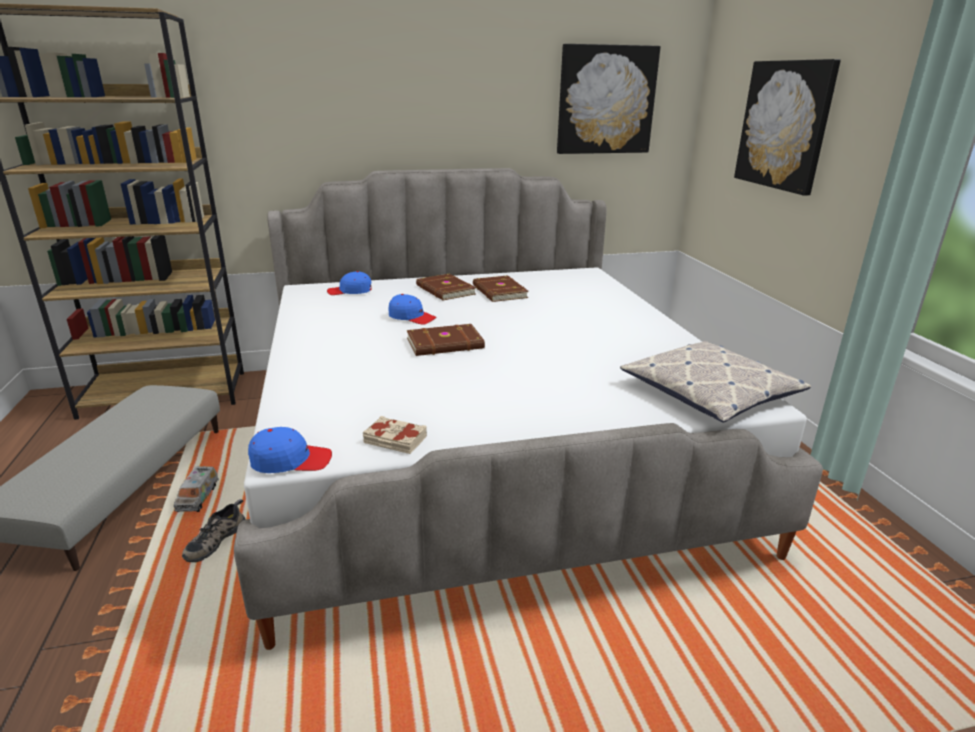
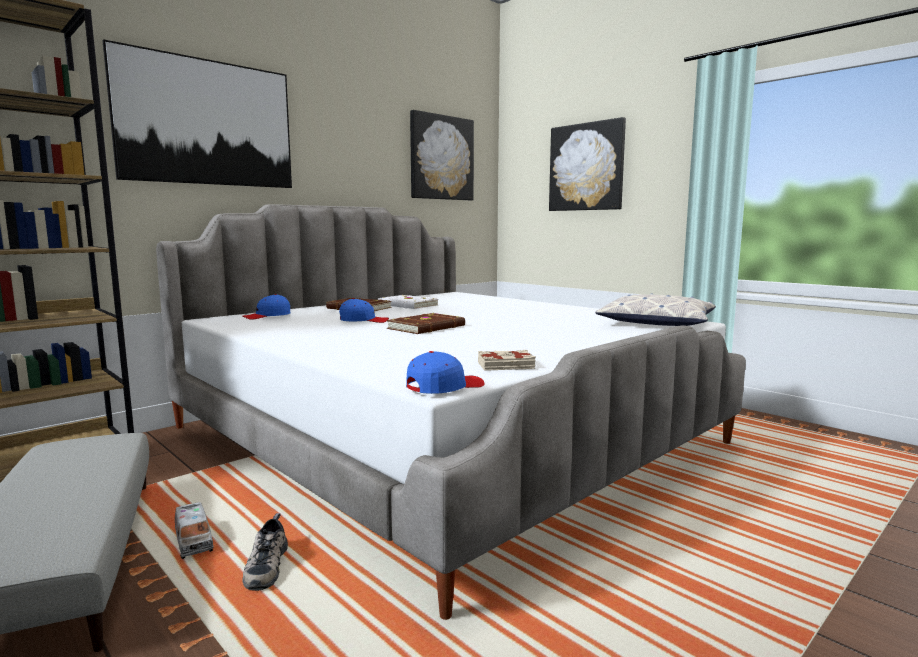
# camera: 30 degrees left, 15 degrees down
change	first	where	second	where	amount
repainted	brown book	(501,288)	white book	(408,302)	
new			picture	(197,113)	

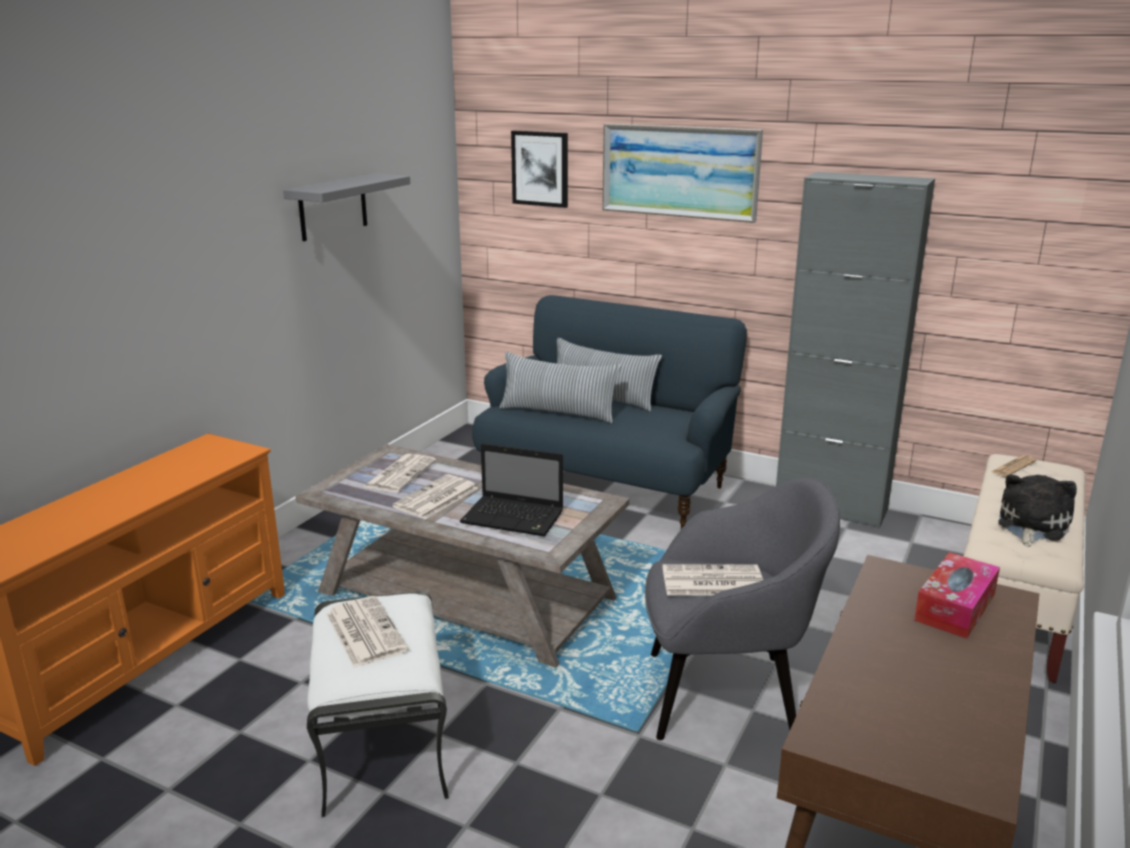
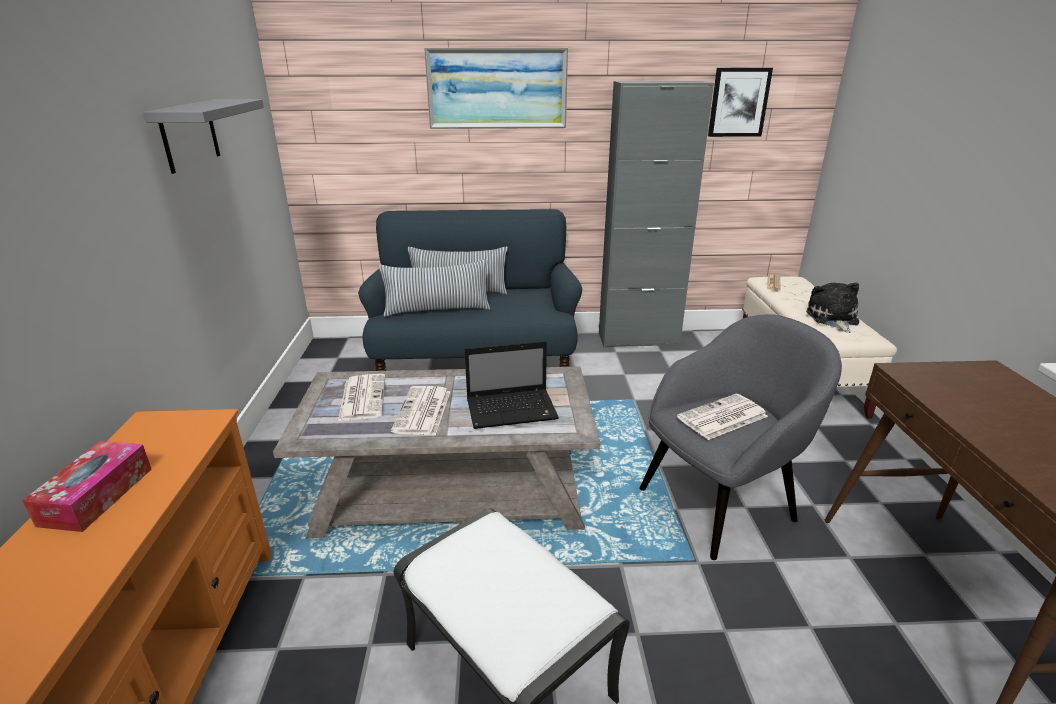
# camera: 30 degrees left, 5 degrees up
change	first	where	second	where	amount
gone	newspaper	(367,631)			
shifted	picture	(539,169)		(740,102)	
shifted	tissue box	(957,595)		(86,486)	

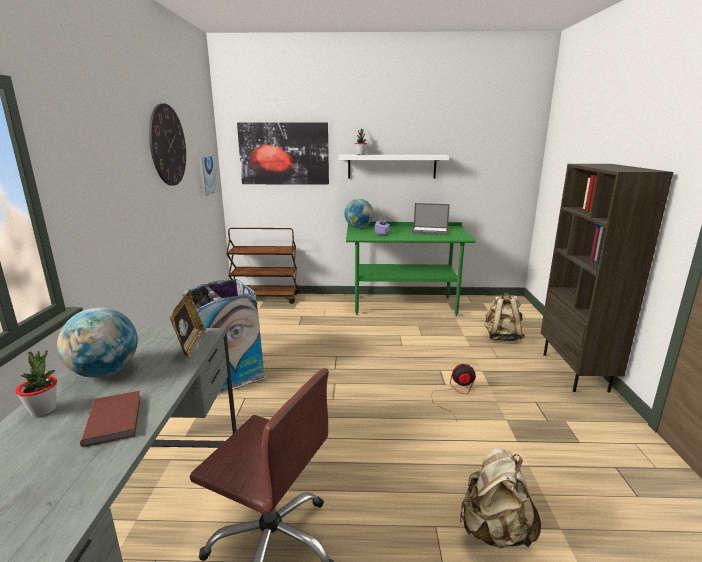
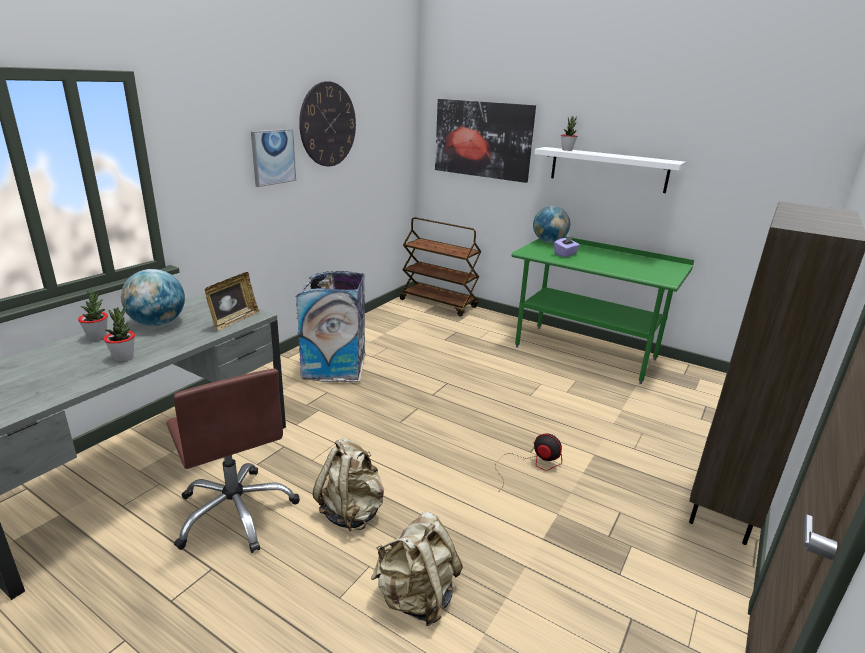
# camera: 30 degrees right, 5 degrees up
change	first	where	second	where	amount
swapped	brown book	(110,419)	potted plant	(119,333)	
shifted	picture	(208,175)		(273,158)	
gone	laptop	(430,219)			
shifted	beige backpack	(505,317)		(348,484)	

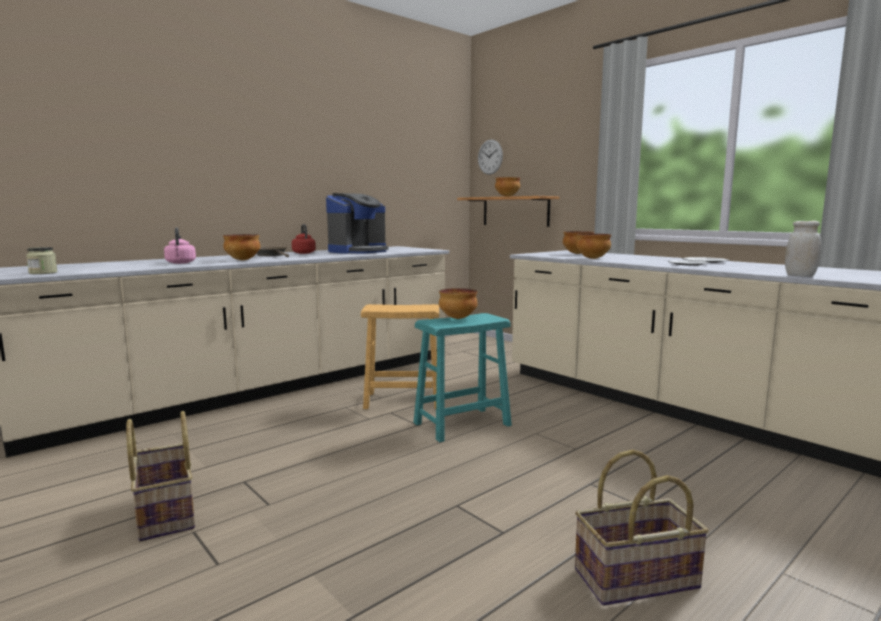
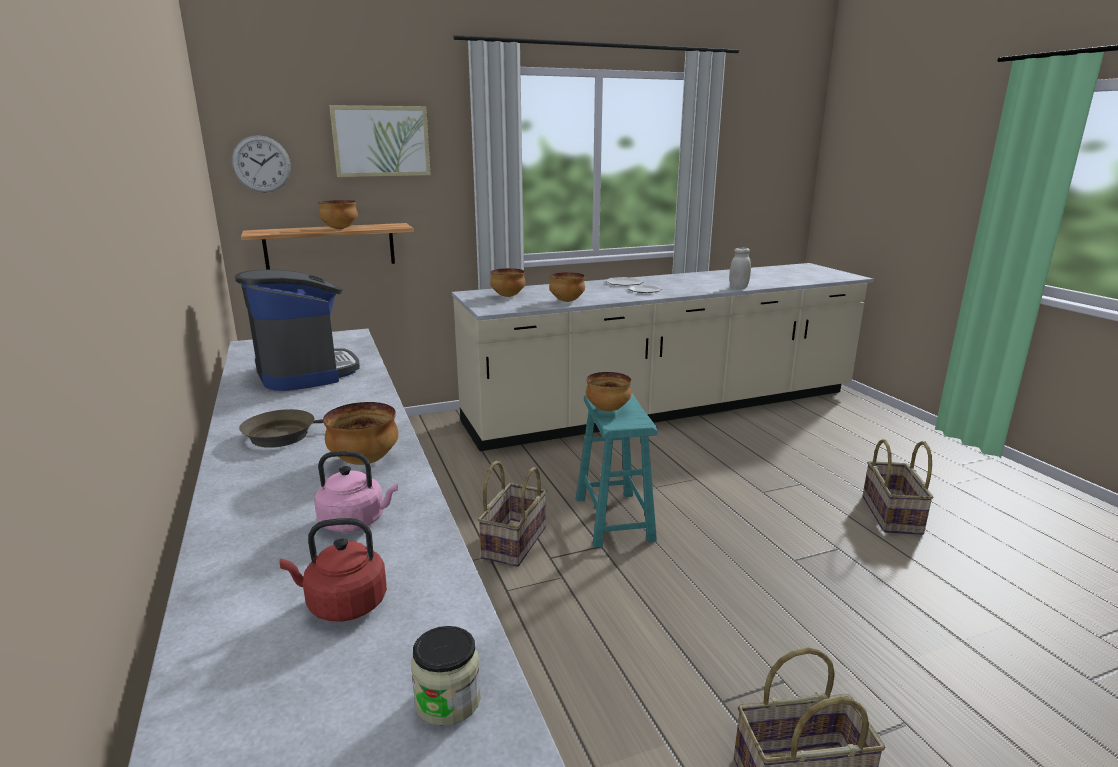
# camera: 70 degrees left, 10 degrees up
change	first	where	second	where	amount
shifted	red kettle	(304,239)		(333,570)	
swapped	brown stool	(400,356)	basket	(512,514)	
new			picture	(380,141)	

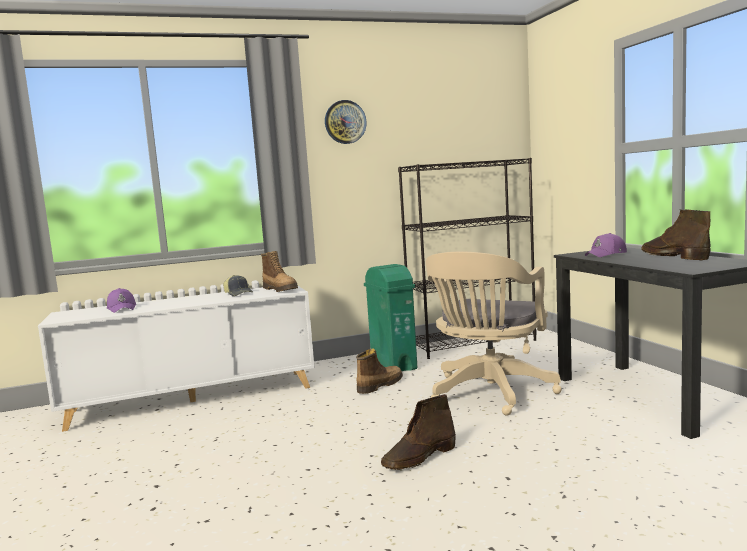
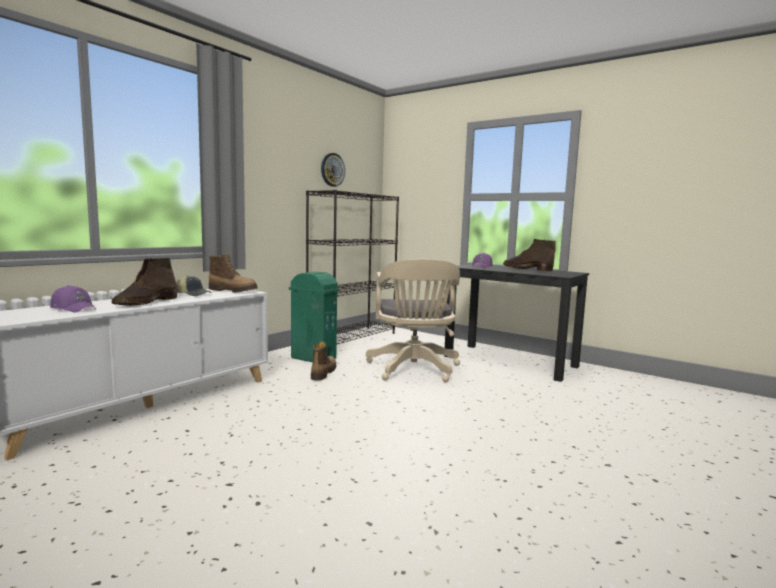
# camera: 35 degrees left, 0 degrees up
change	first	where	second	where	amount
shifted	wall clock	(346,122)		(333,170)	
shifted	brown boot	(418,432)		(144,282)	

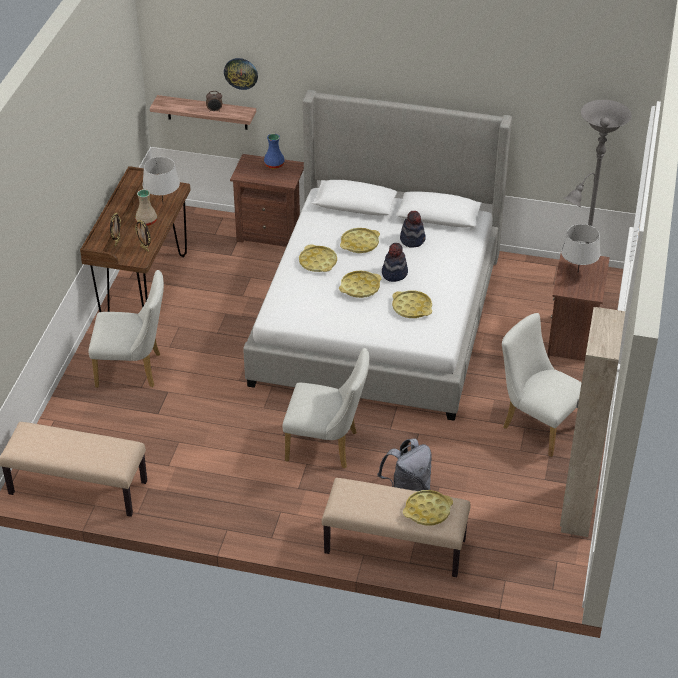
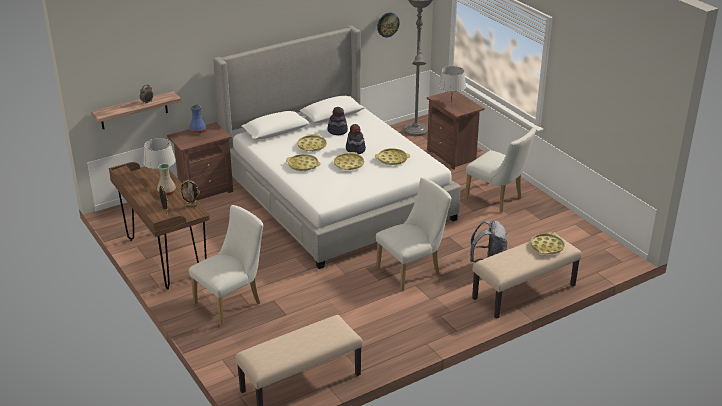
# camera: 45 degrees left, 10 degrees down
change	first	where	second	where	amount
shifted	wall clock	(241,74)		(388,25)	
rotated	white chair	(542,385)		(500,170)	135 degrees counterclockwise
gone	beige wardrobe	(592,422)			

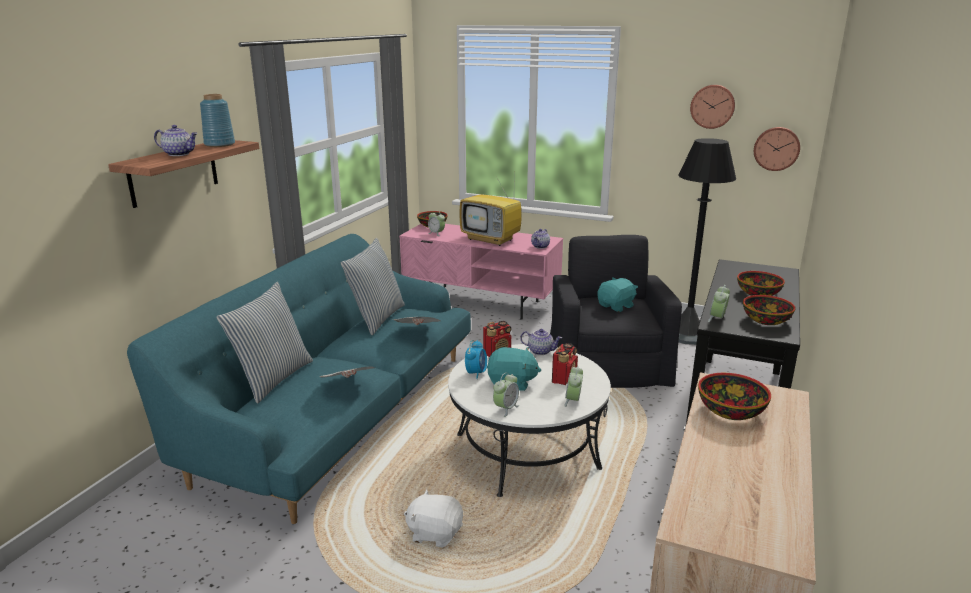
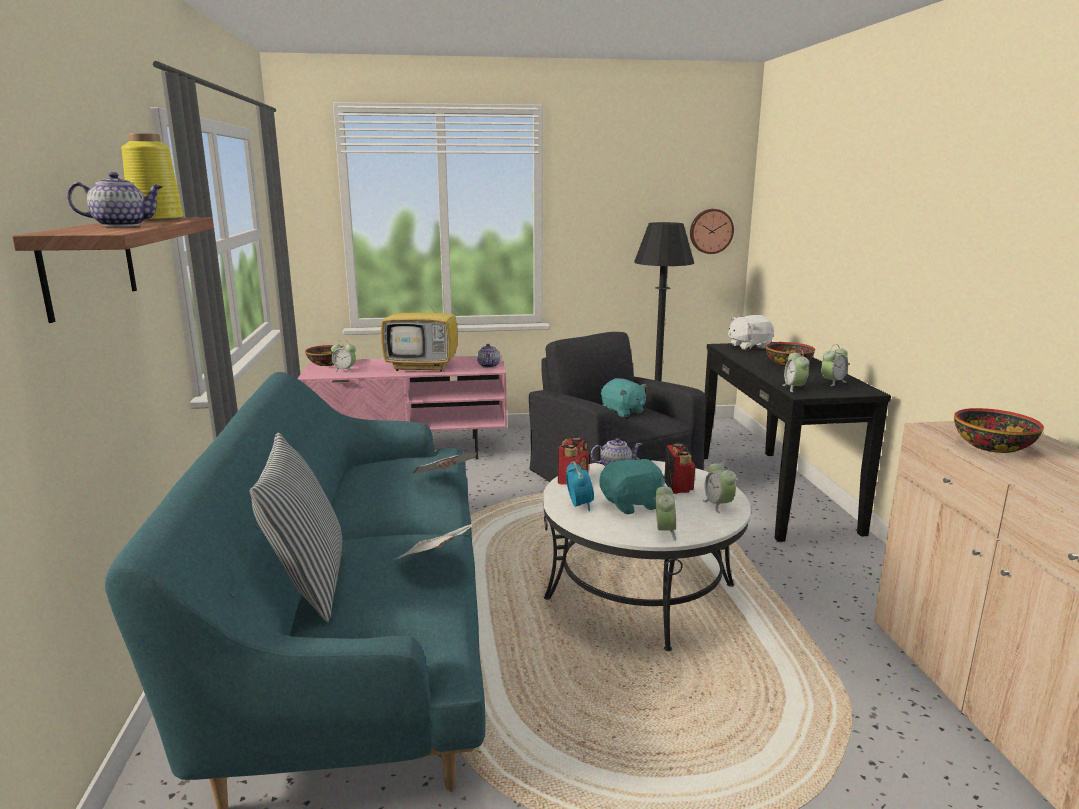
# camera: 30 degrees left, 5 degrees down
change	first	where	second	where	amount
repainted	blue vase	(217,120)	yellow vase	(152,177)	
gone	pillow	(373,286)			
shifted	white plush toy	(433,518)		(751,332)	
rotated	turquoise plush toy	(617,295)		(624,397)	120 degrees clockwise
gone	wall clock	(712,107)			
swapped	bowl	(769,310)	alarm clock	(834,365)	

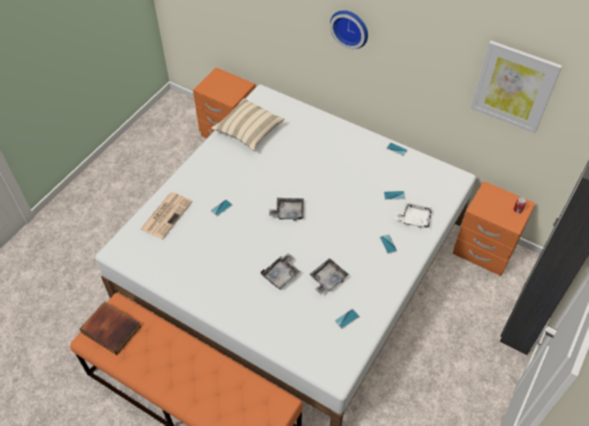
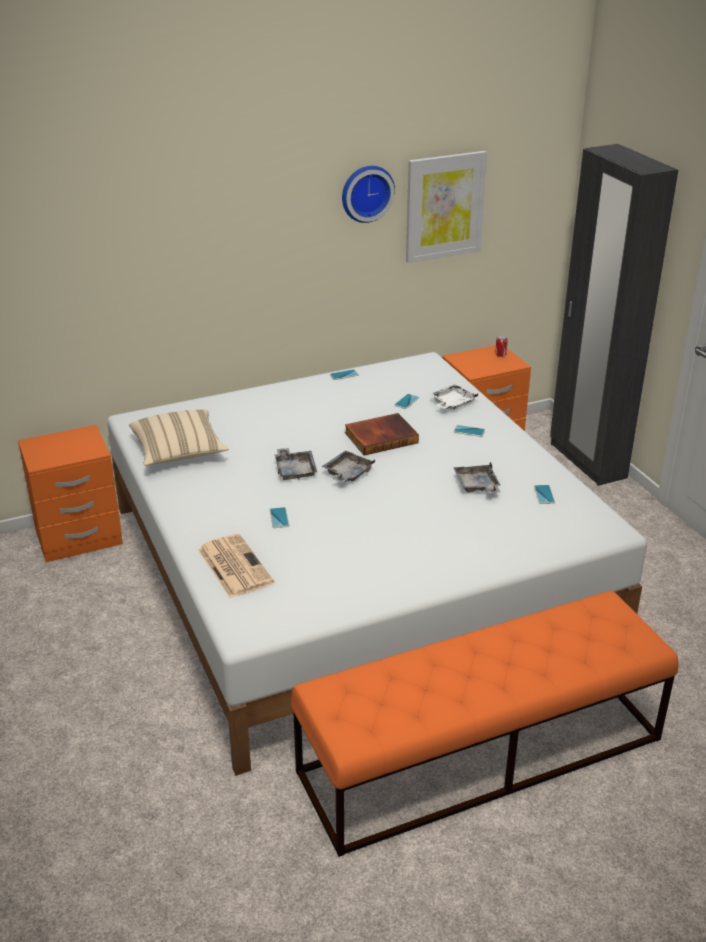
# camera: 55 degrees left, 20 degrees down
change	first	where	second	where	amount
shifted	book	(110,328)		(382,434)	
shifted	grey tray	(280,271)		(296,464)	
shifted	wall clock	(349,29)		(368,194)	

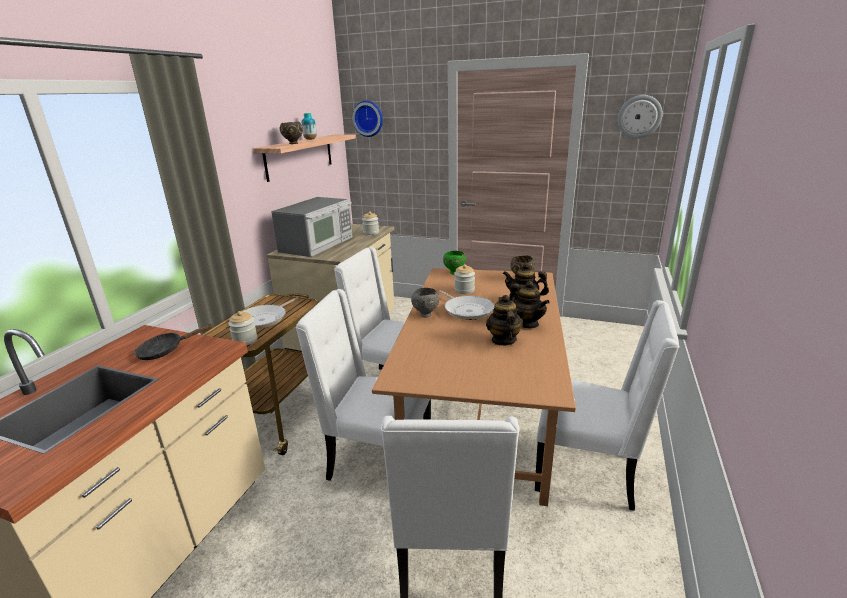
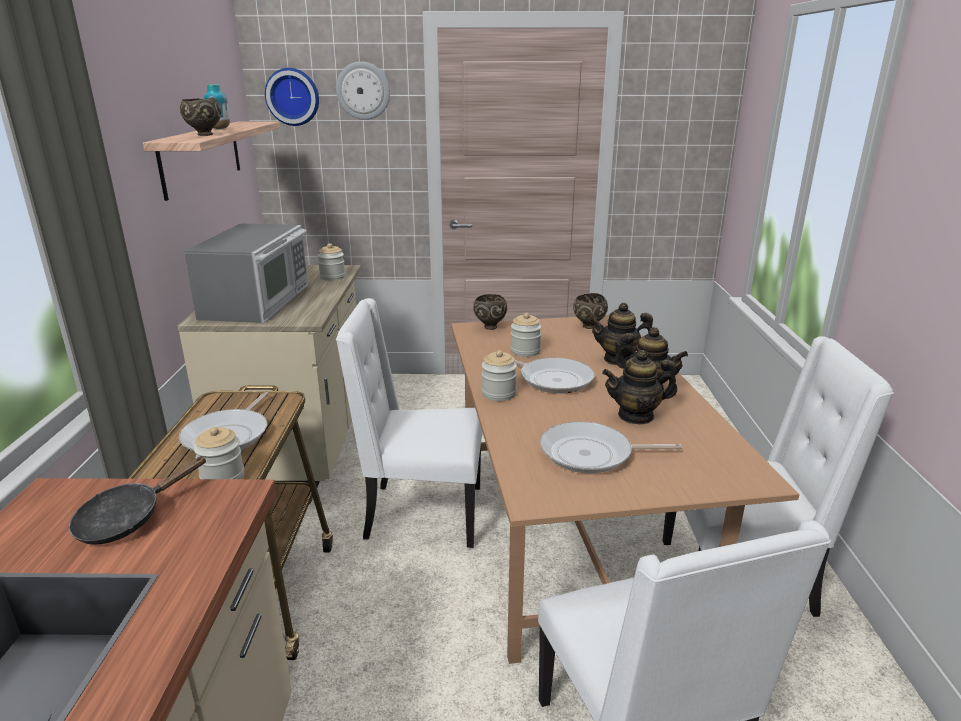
# camera: 20 degrees left, 0 degrees up
change	first	where	second	where	amount
gone	white chair	(363,385)			
swapped	grey bowl	(425,302)	jar	(499,375)	
repainted	green bowl	(454,263)	brown bowl	(490,312)	
rotated	teapot	(504,320)		(639,387)	75 degrees counterclockwise
shifted	wall clock	(640,117)		(363,90)	
new			frying pan	(611,447)	

